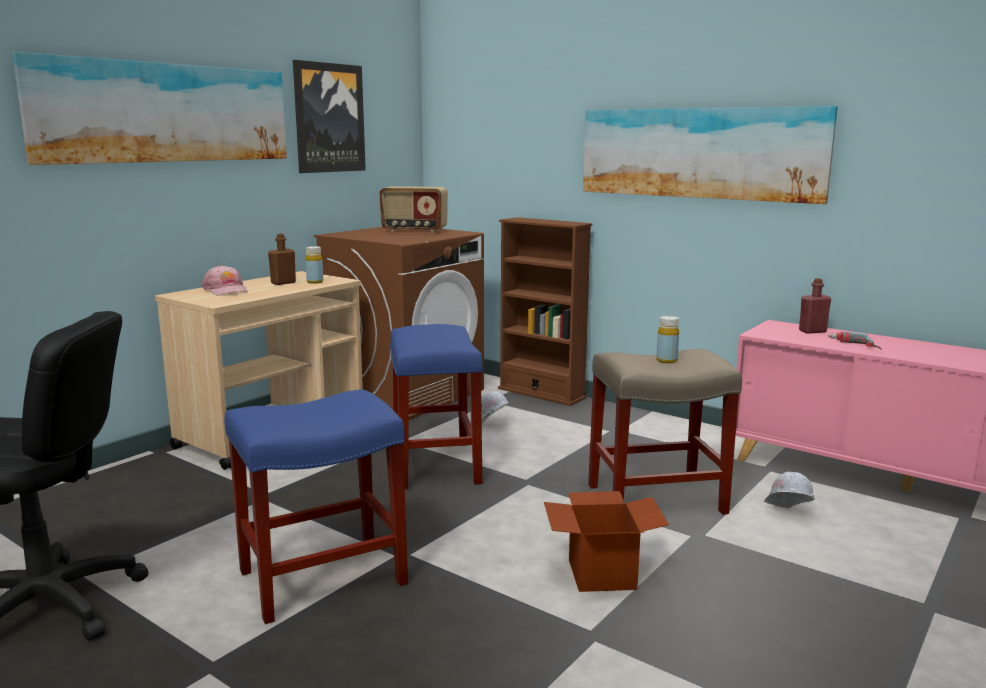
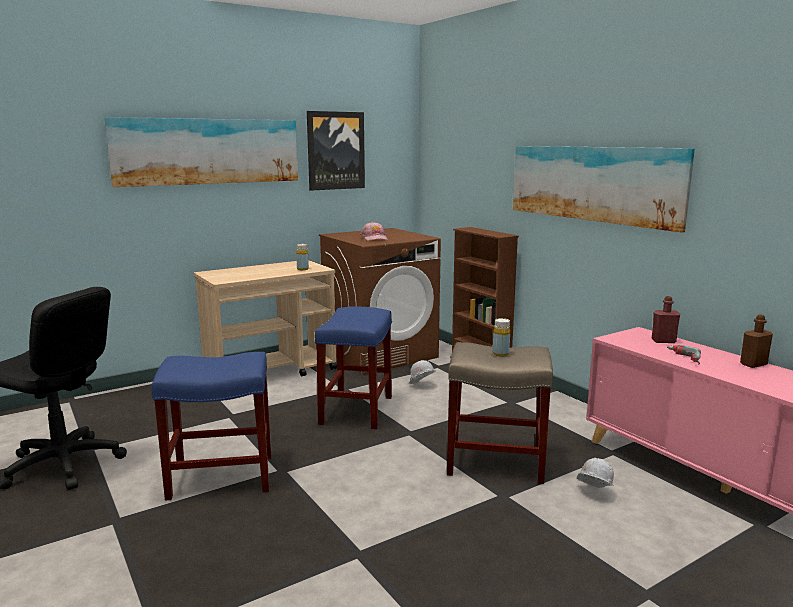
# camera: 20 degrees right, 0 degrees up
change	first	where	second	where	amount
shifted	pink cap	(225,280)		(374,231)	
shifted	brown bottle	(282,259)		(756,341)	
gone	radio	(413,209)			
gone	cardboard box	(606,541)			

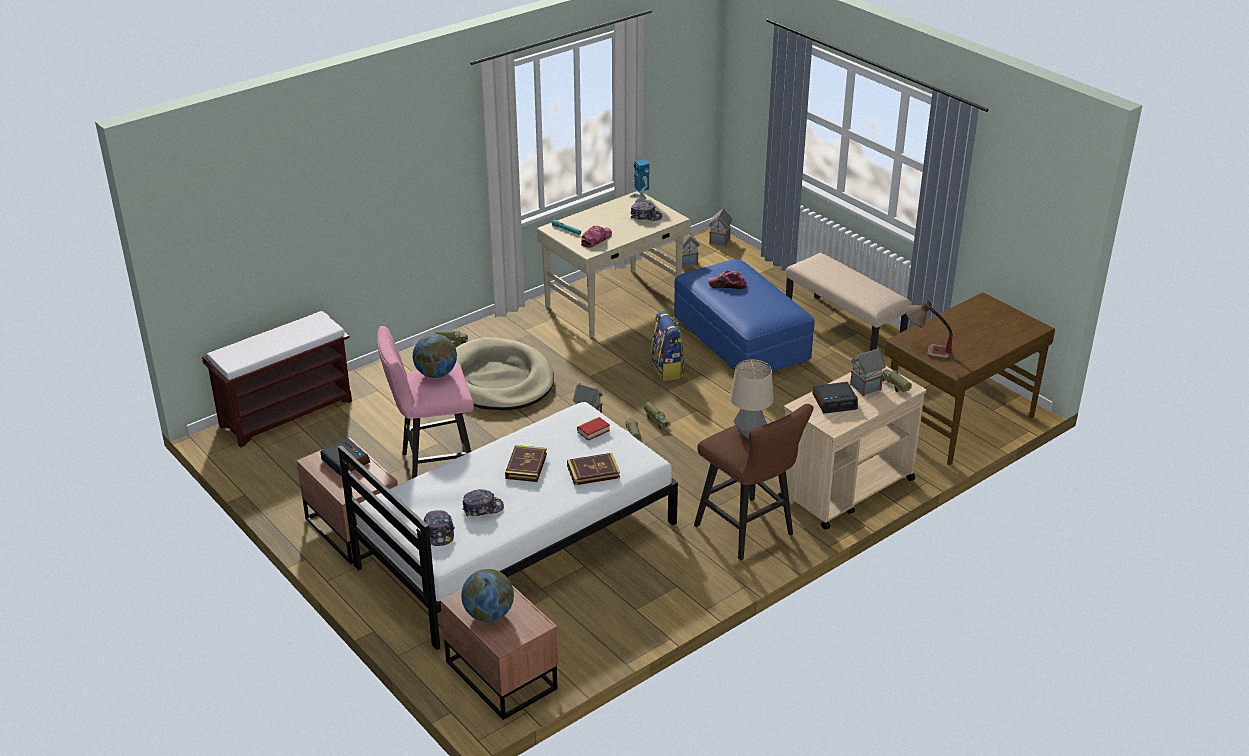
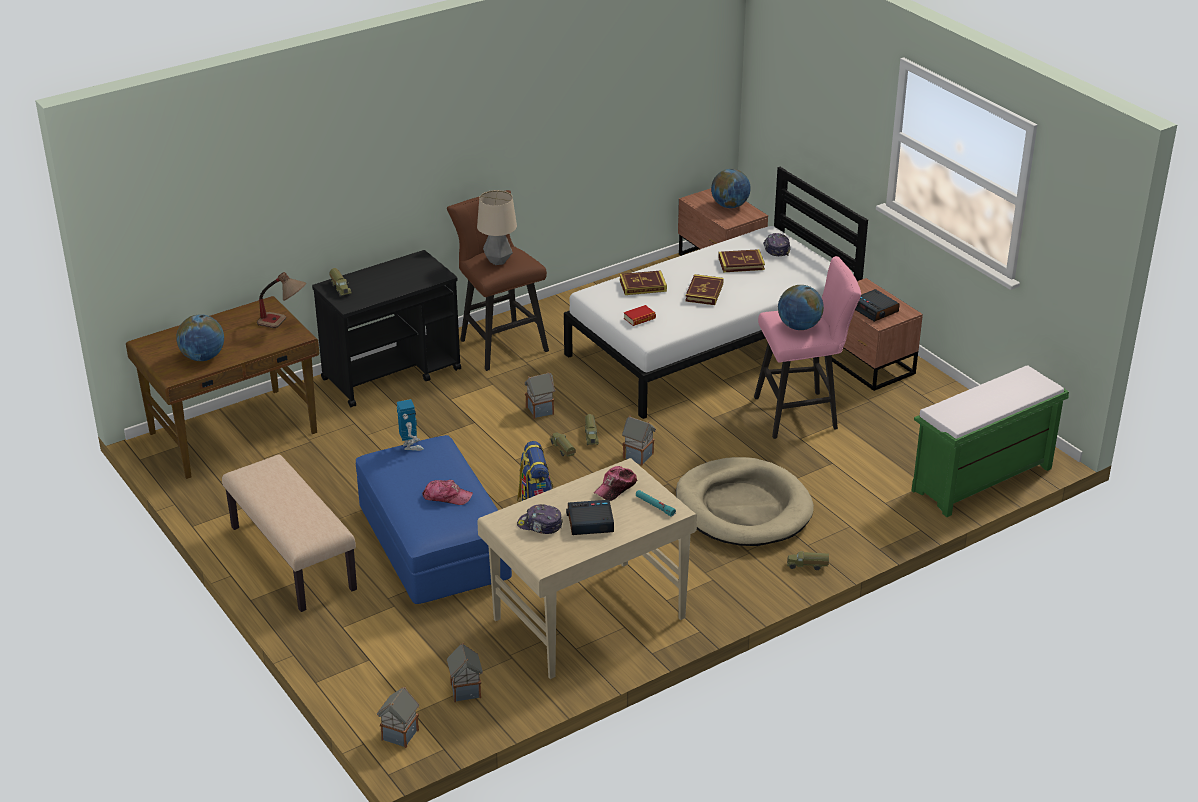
# camera: 175 degrees left, 0 degrees up
change	first	where	second	where	amount
repainted	brown bench	(277,379)	green bench	(990,441)	
swapped	cap	(483,502)	book	(741,260)	
shifted	toy robot	(640,180)		(410,425)	
repainted	beige cart	(852,448)	black cart	(386,328)	
shifted	alarm clock	(835,398)		(590,517)	
shifted	toy house	(867,372)		(540,395)	
new			globe	(200,337)	

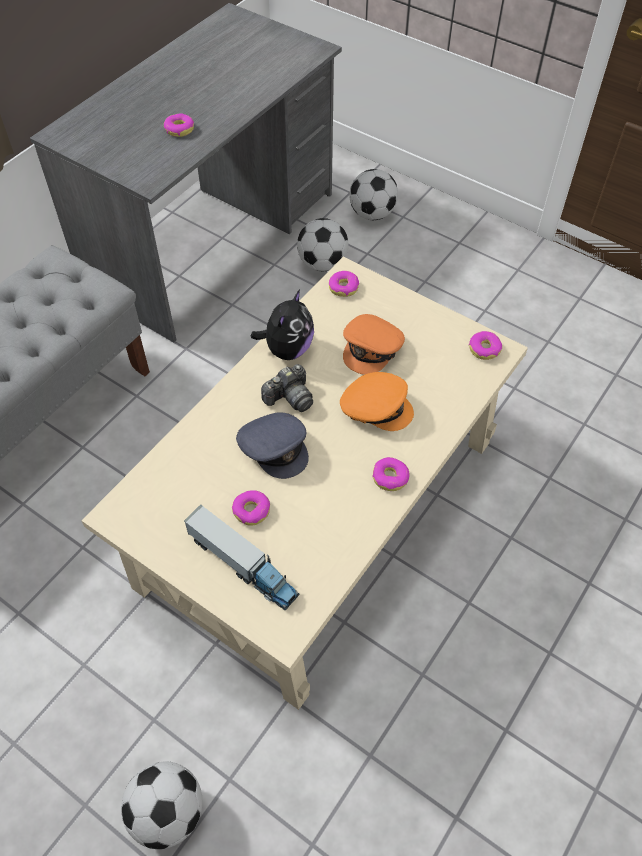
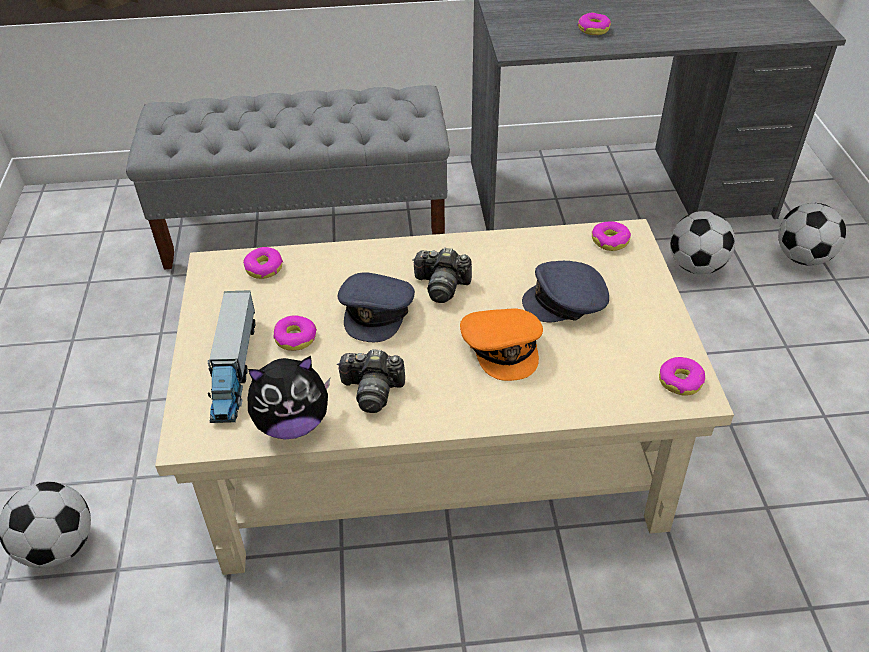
# camera: 50 degrees right, 10 degrees down
change	first	where	second	where	amount
shifted	plush toy	(282,324)		(289,397)	
repainted	orange cap	(374,344)	grey cap	(565,291)	
shifted	donut	(391,474)		(263,263)	
new			photo camera	(371,381)	

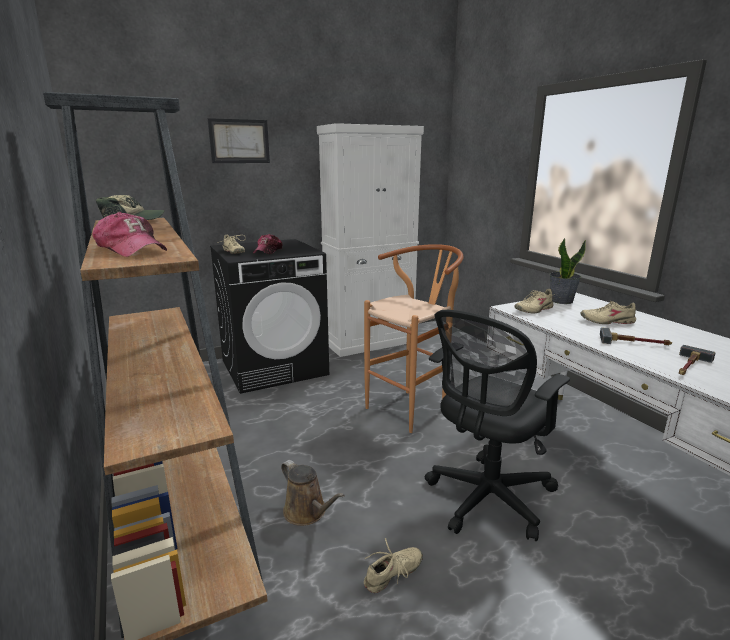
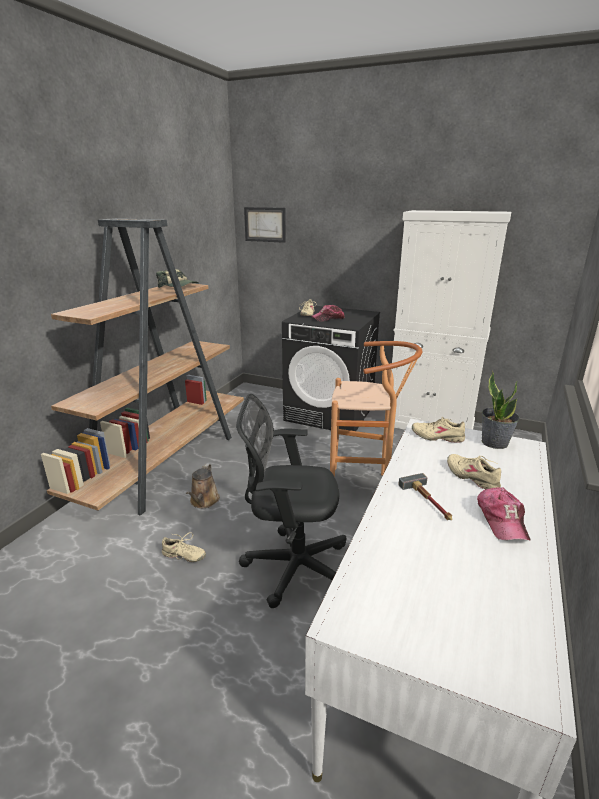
# camera: 50 degrees right, 5 degrees up
change	first	where	second	where	amount
shifted	cap	(129,234)		(503,514)	
shifted	picture	(239,140)		(265,225)	
gone	hammer	(697,360)			

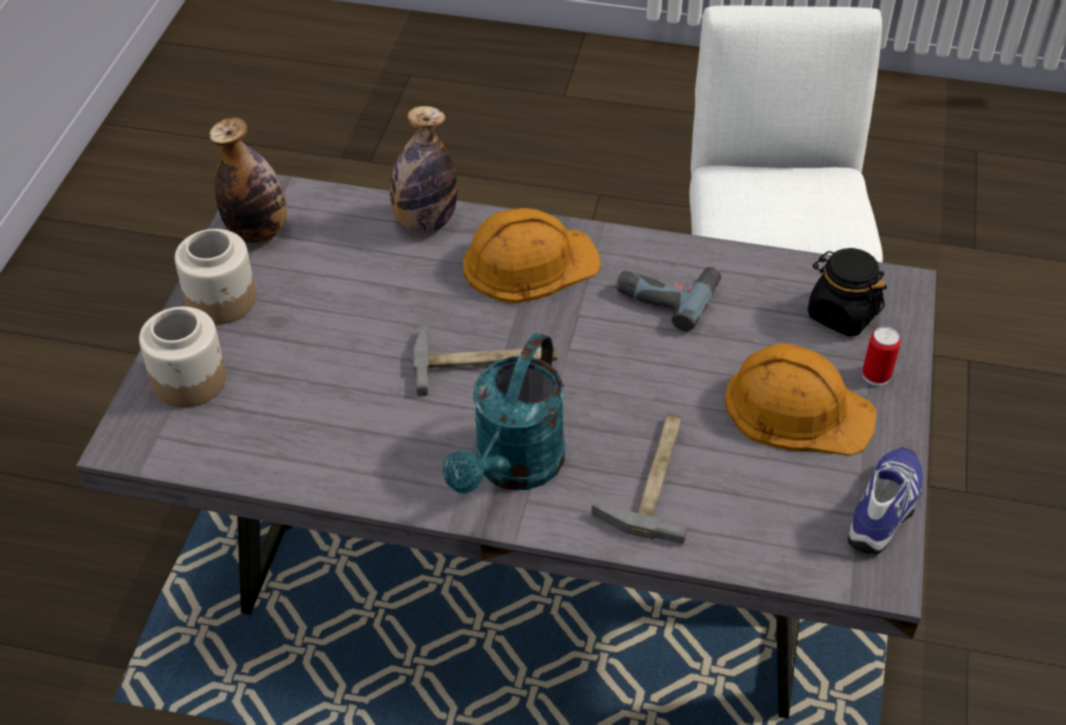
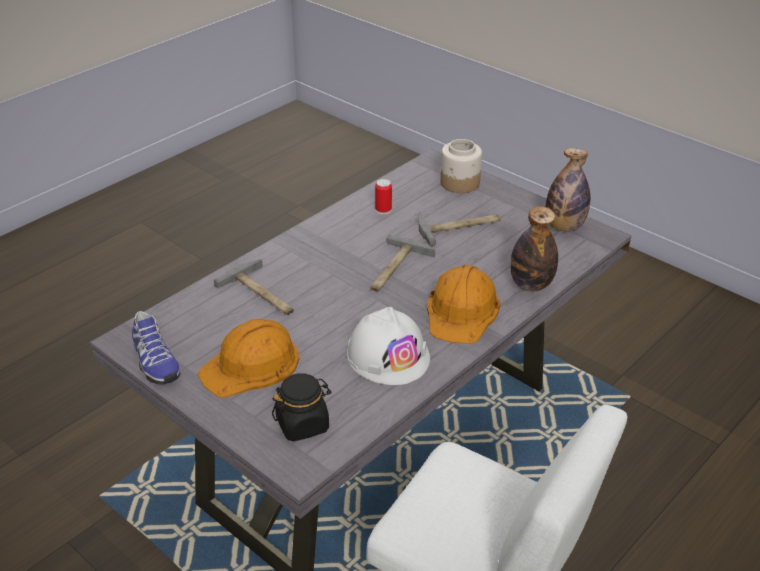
# camera: 120 degrees right, 10 degrees down
change	first	where	second	where	amount
gone	jar	(215,277)			
gone	turquoise watering can	(504,413)			
swapped	power drill	(668,299)	white hard hat	(388,346)	
shifted	can	(881,356)		(383,197)	
new			hammer	(460,229)	

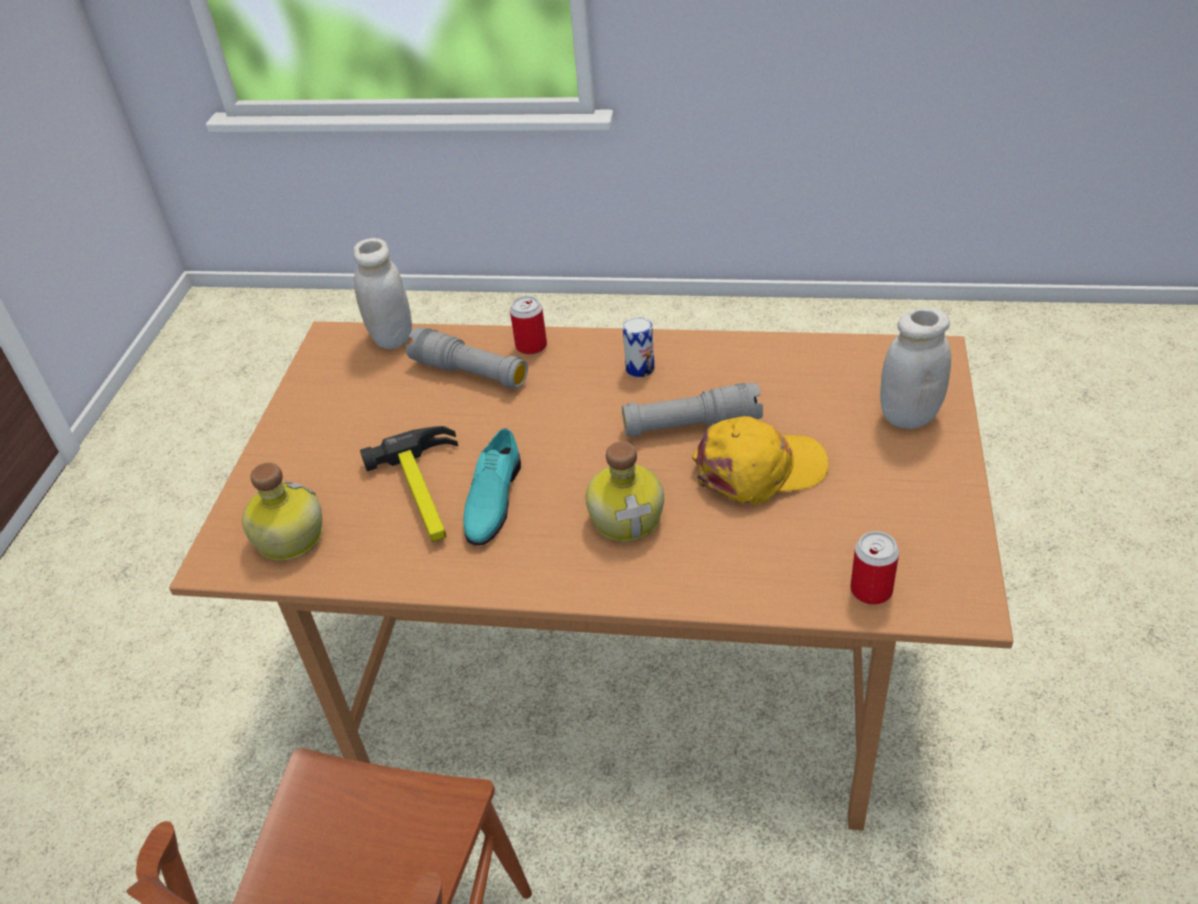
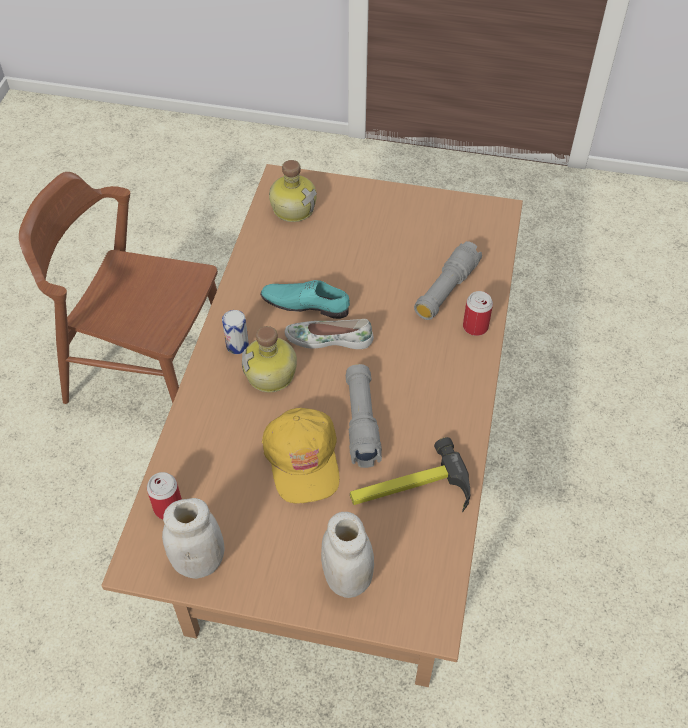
# camera: 90 degrees right, 10 degrees up
change	first	where	second	where	amount
shifted	white jar	(383,293)		(193,538)	
shifted	hammer	(409,484)		(410,474)	
shifted	can	(639,347)		(235,332)	
new			white shoe	(329,334)	

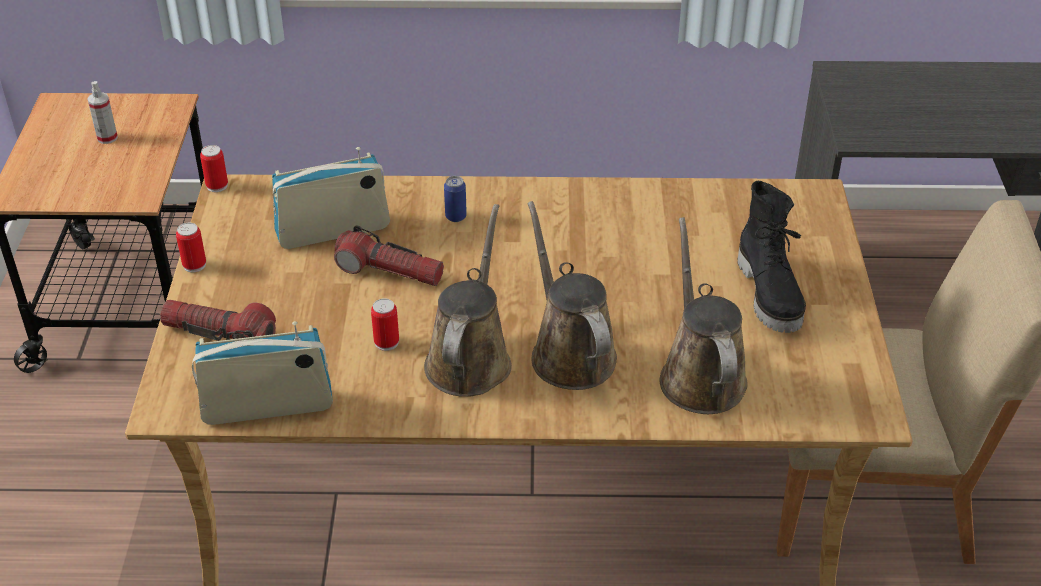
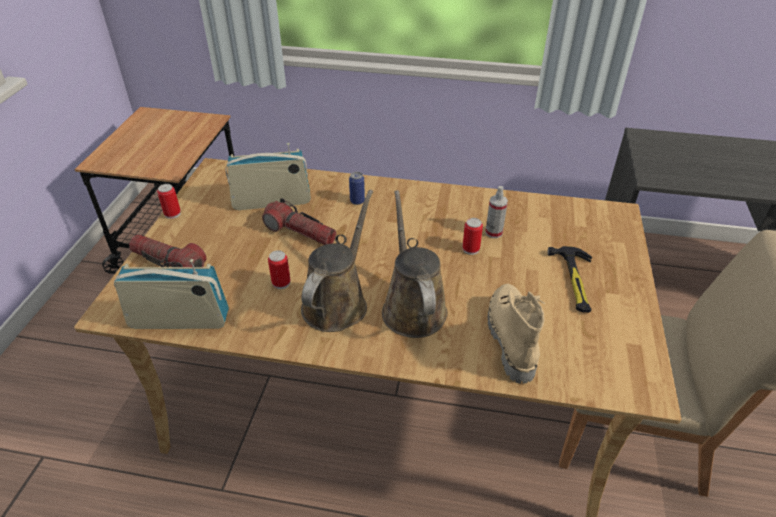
# camera: 10 degrees right, 0 degrees up
change	first	where	second	where	amount
shifted	spray bottle	(102,112)		(496,212)	
shifted	can	(214,168)		(472,236)	
swapped	brown watering can	(704,315)	beige boot	(516,333)	
swapped	black boot	(771,257)	hammer	(570,279)	

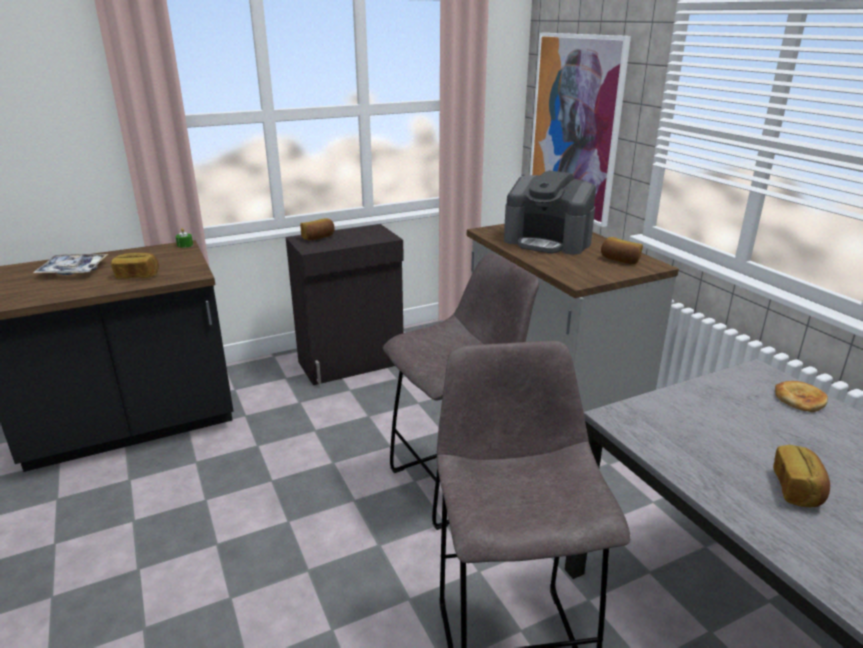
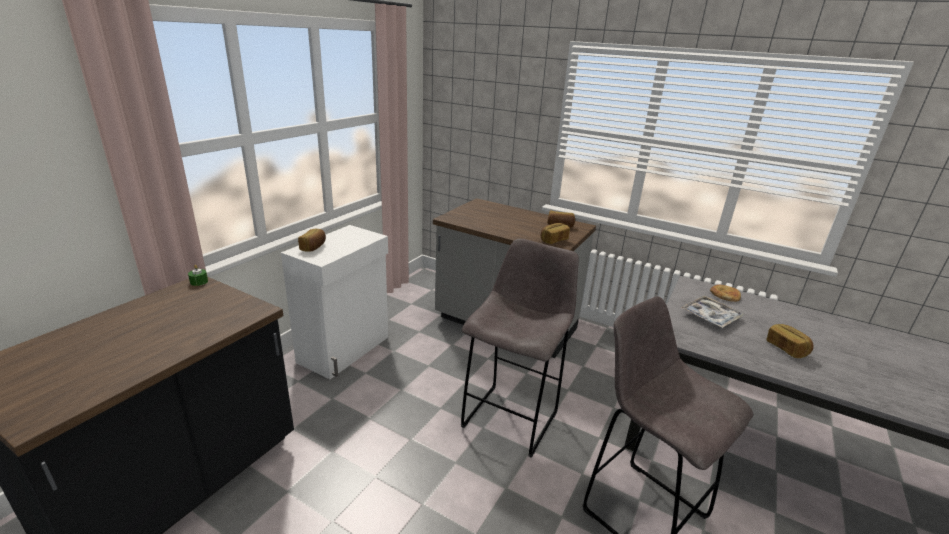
# camera: 35 degrees left, 0 degrees up
change	first	where	second	where	amount
shifted	tray	(70,264)		(712,312)	
shifted	bread	(135,266)		(555,233)	
repainted	black cabinet	(345,304)	white cabinet	(334,302)	
gone	coffee machine	(550,213)			
gone	picture	(580,130)			

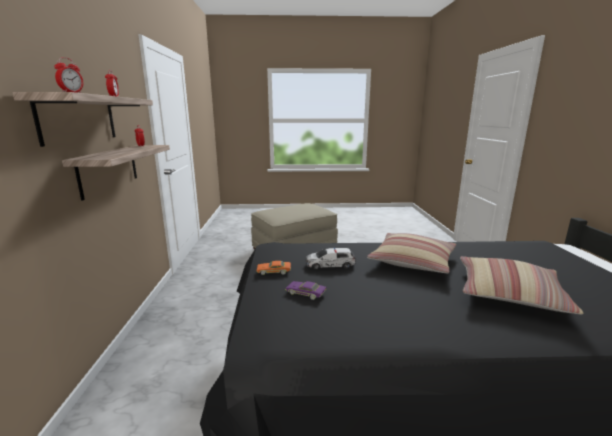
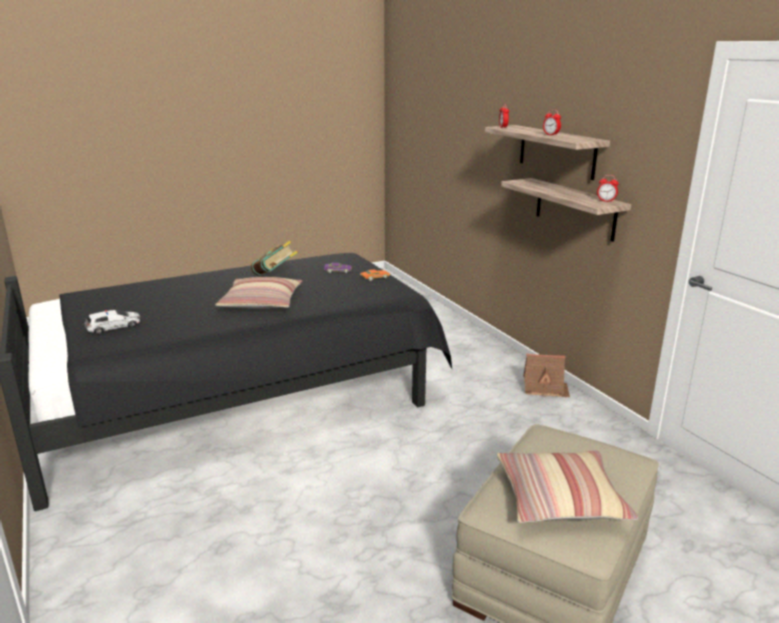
# camera: 155 degrees right, 5 degrees up
change	first	where	second	where	amount
shifted	toy car	(330,259)		(113,322)	
shifted	pillow	(521,285)		(567,486)	
new			book	(274,258)	
new			toy house	(546,375)	

